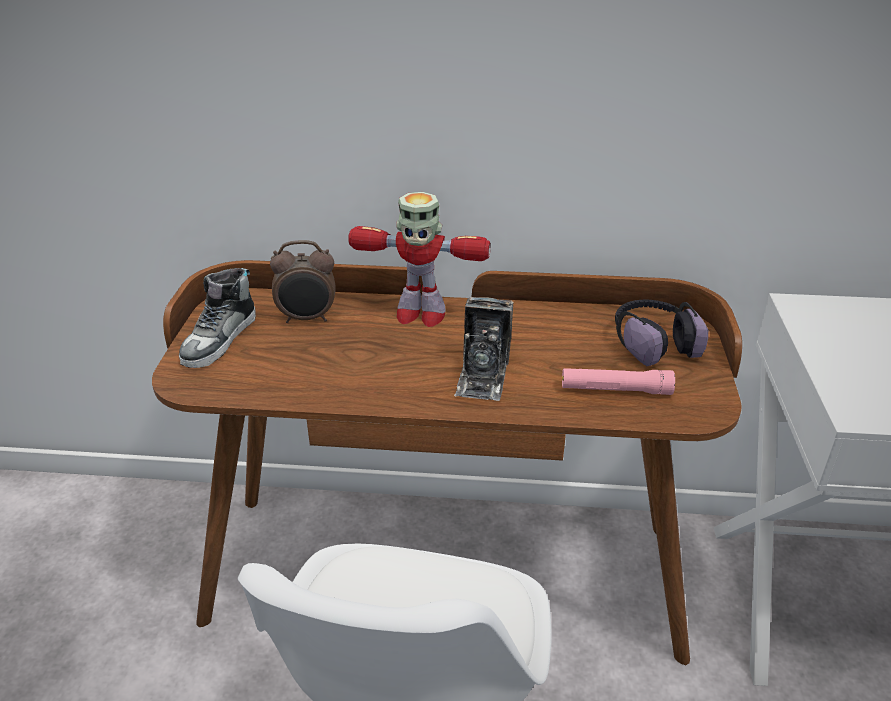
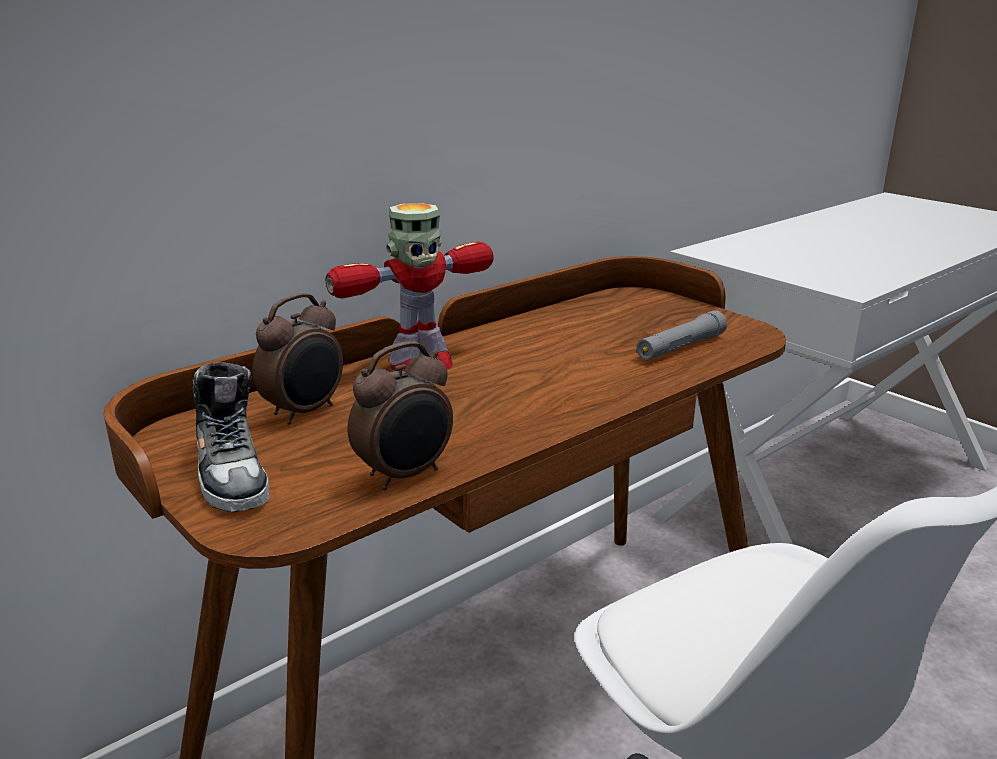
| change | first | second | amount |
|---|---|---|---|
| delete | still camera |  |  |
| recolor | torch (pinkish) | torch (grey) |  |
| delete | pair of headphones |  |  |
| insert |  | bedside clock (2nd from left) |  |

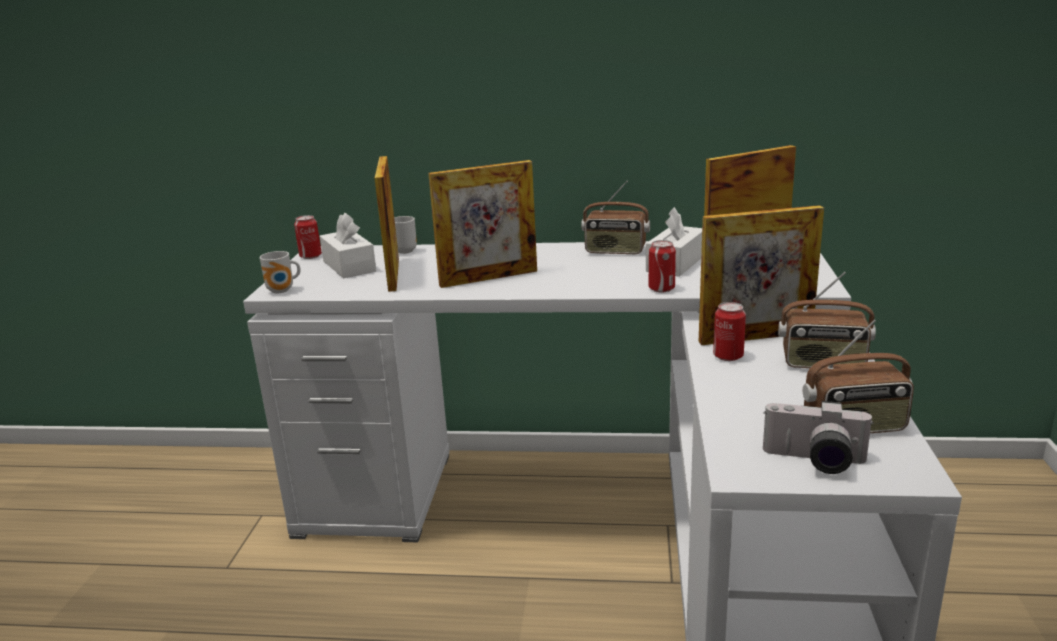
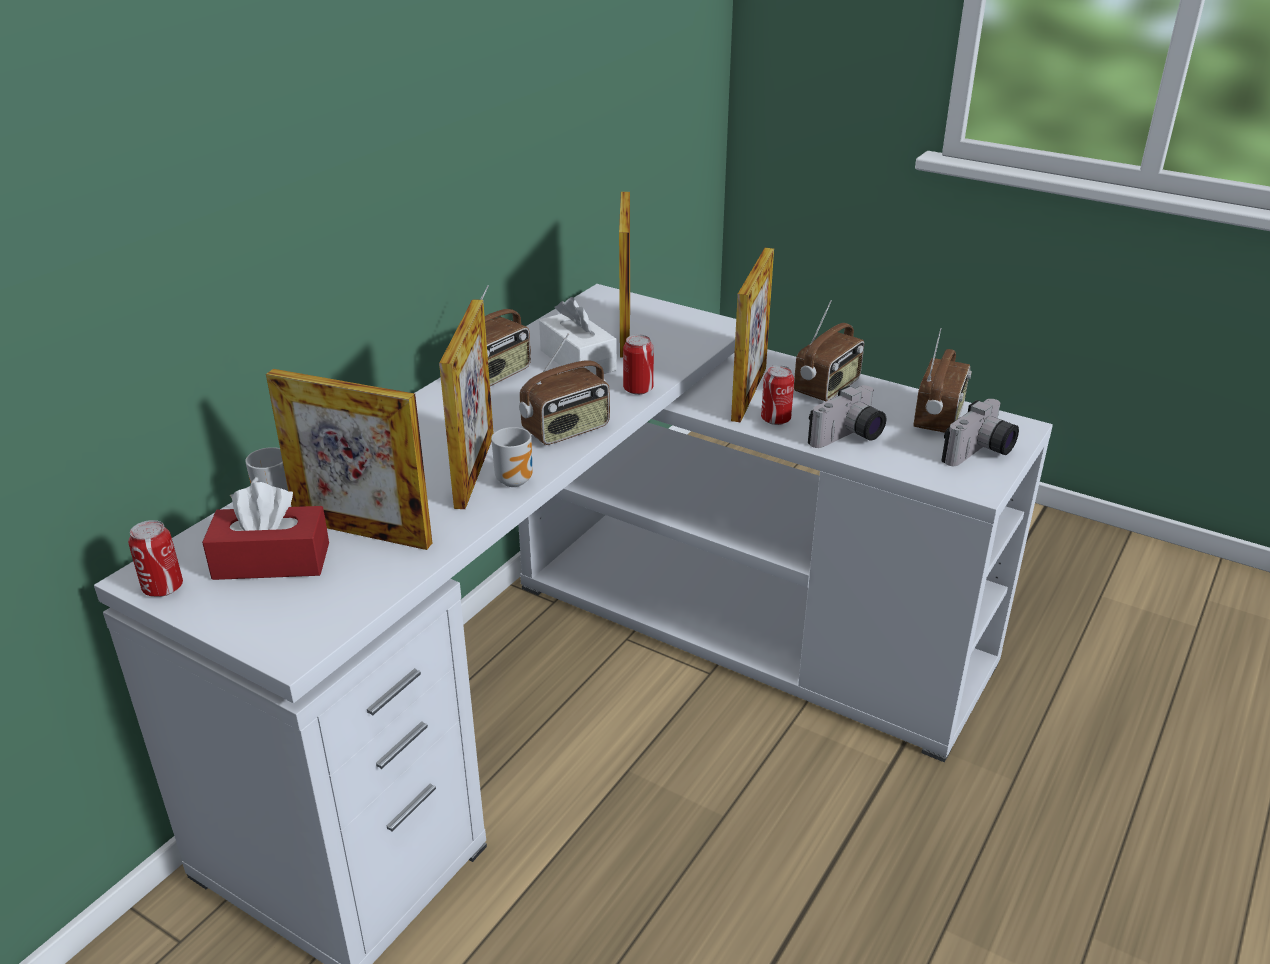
| change | first | second | amount |
|---|---|---|---|
| move | mug (1st from left in the first image) | mug (2nd from left) |  |
| recolor | tissue holder (white-coloured) (1st from left) | tissue holder (reddish) |  |
| insert |  | radio receiver (2nd from left) |  |
| insert |  | still camera (1st from left) |  |

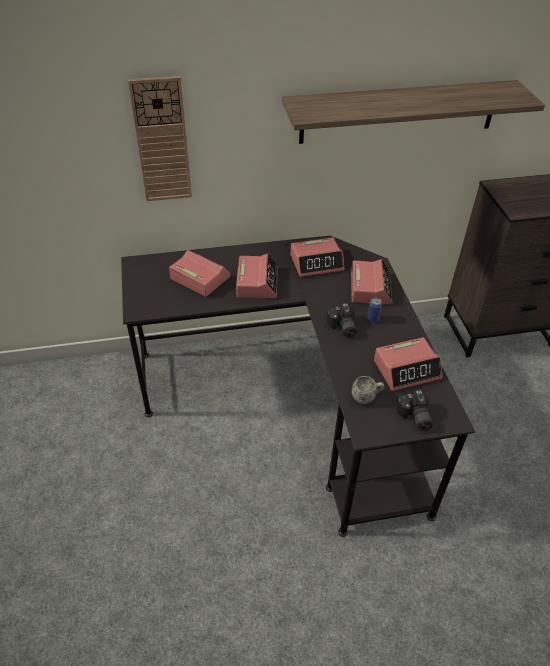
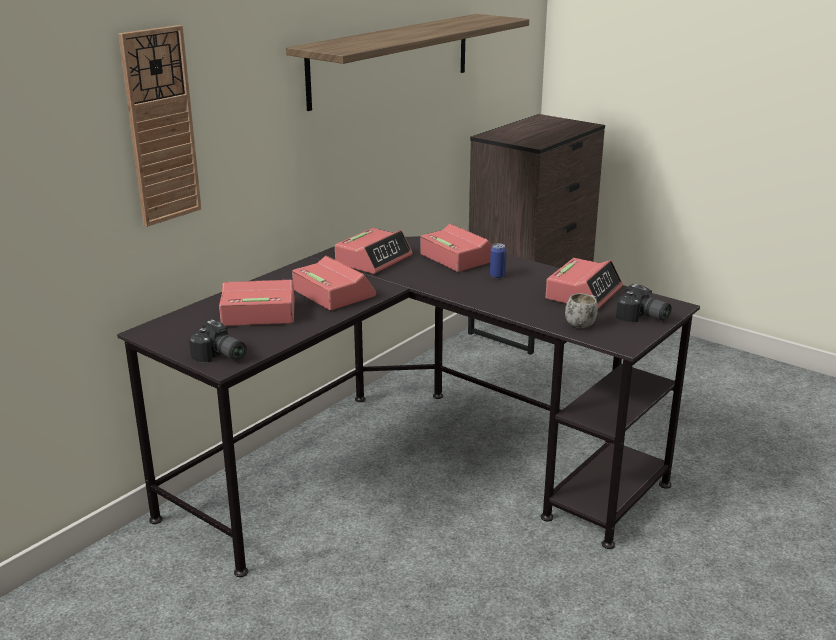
| change | first | second | amount |
|---|---|---|---|
| move | still camera (1st from left) |  |  |

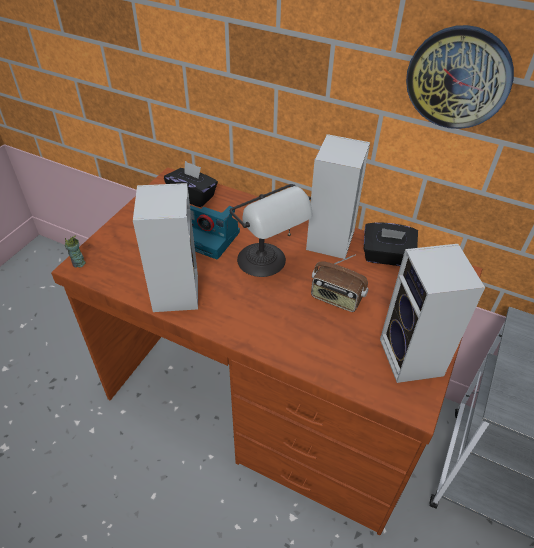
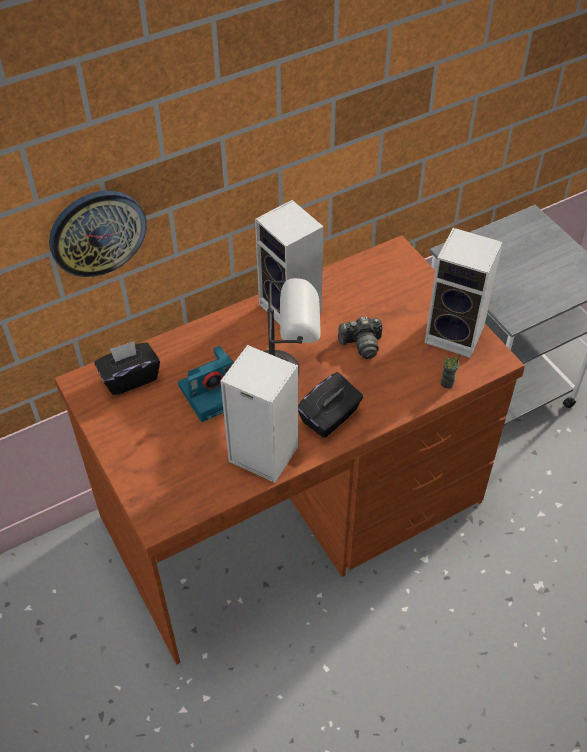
| change | first | second | amount |
|---|---|---|---|
| move | drinking cup |  |  |
| replace | radio receiver | still camera (2nd from left) |  |
| move | tissue holder (black) (2nd from left) |  |  |
| move | wall clock |  |  |

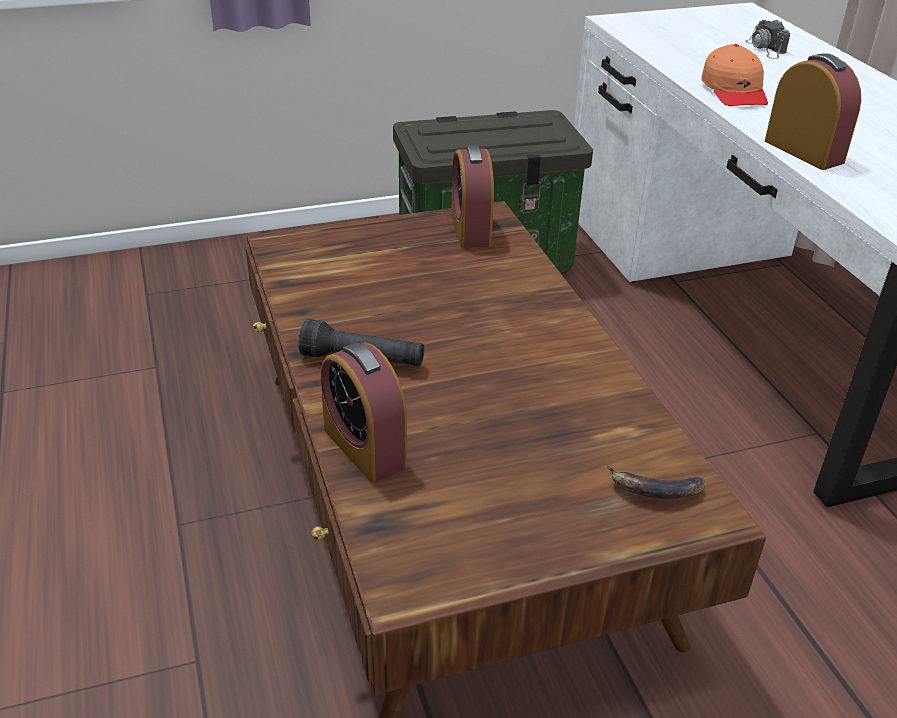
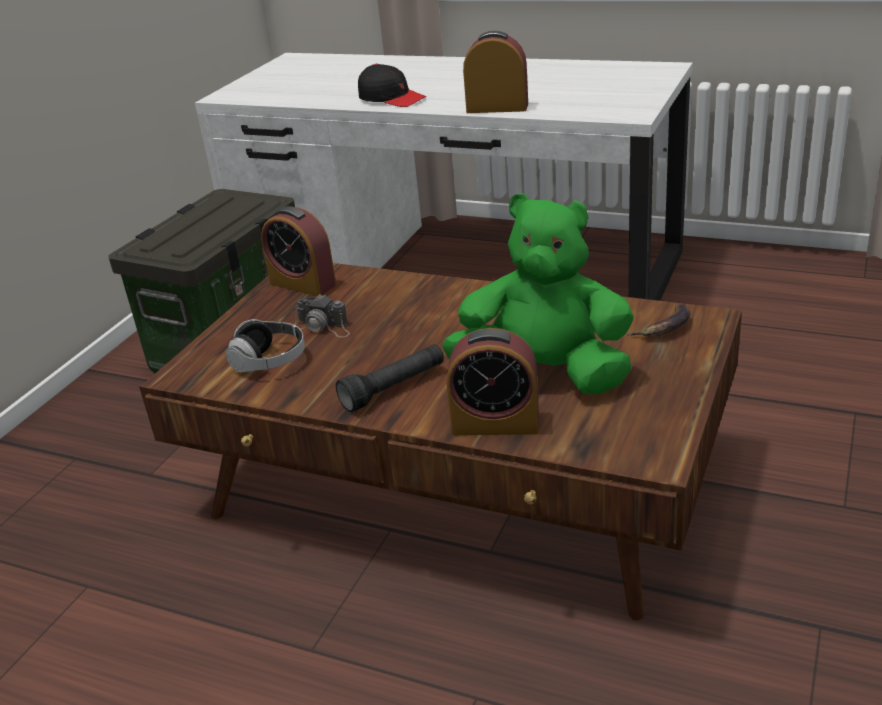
| change | first | second | amount |
|---|---|---|---|
| recolor | peaked cap (orangey) | peaked cap (black) |  |
| move | still camera |  |  |
| insert |  | pair of headphones |  |
| insert |  | plush toy (greenish) |  |

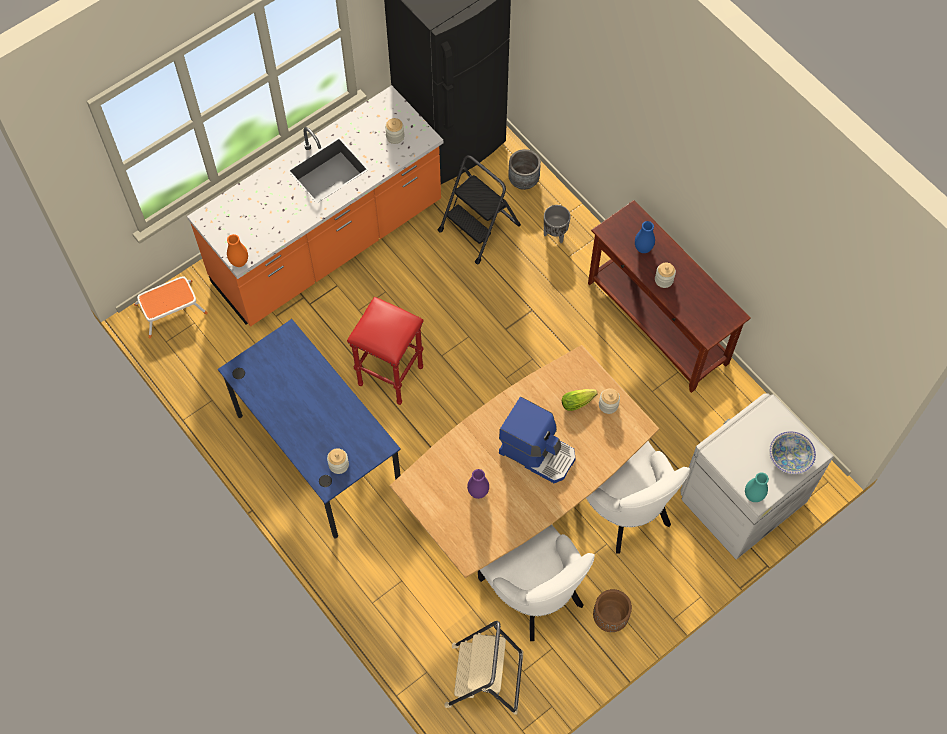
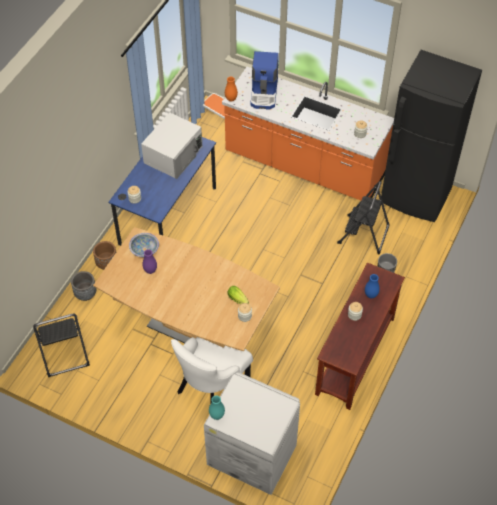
| change | first | second | amount |
|---|---|---|---|
| delete | stool seat (reddish) |  |  |
| recolor | step stool (sand-coloured) | step stool (black) (1st from left) |  |
| delete | chair (white-coloured) (1st from left) |  |  |
| move | coffee machine |  |  |
| move | plant pot (grey) (1st from left) |  |  |
| move | plant pot (brown-coloured) |  |  |
| move | bowl |  |  |
| insert |  | microwave oven (white-coloured) |  |

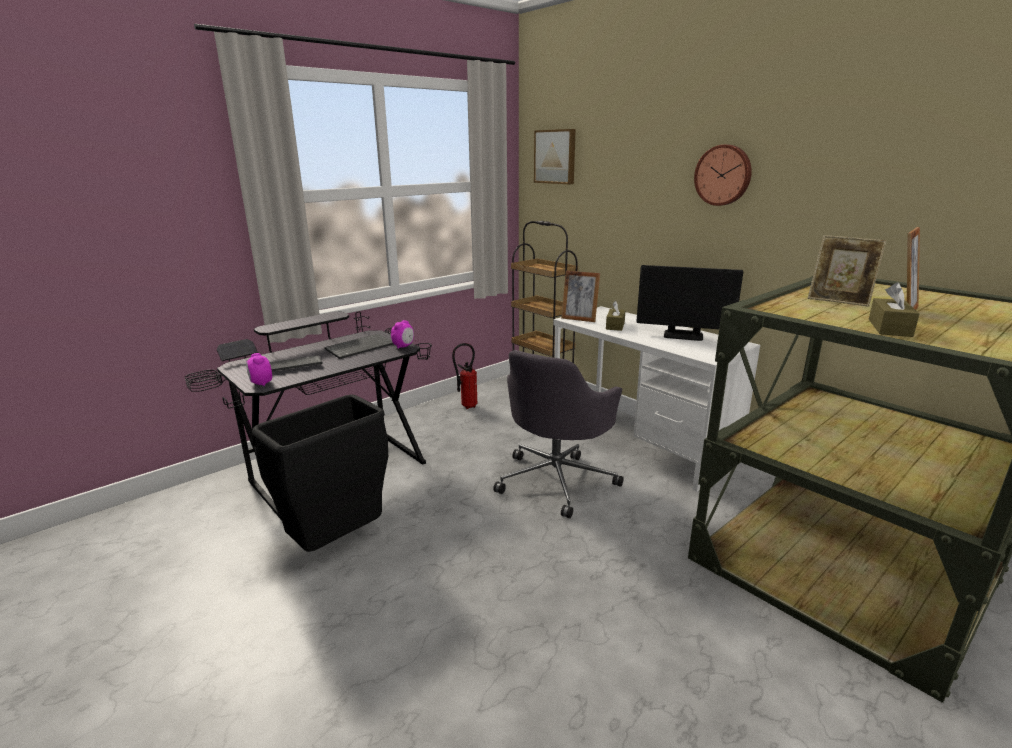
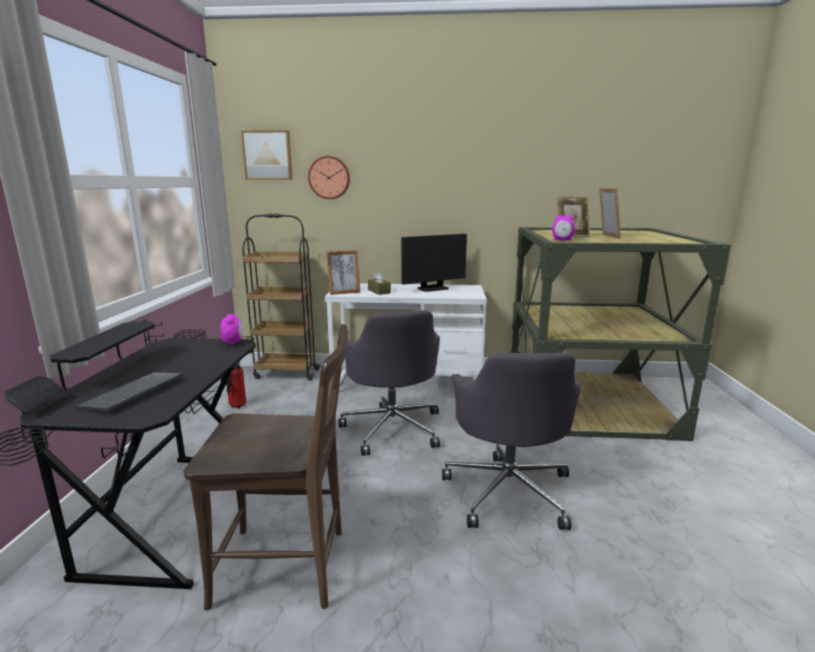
| change | first | second | amount |
|---|---|---|---|
| move | bedside clock (1st from left in the first image) | bedside clock (2nd from left) |  |
| replace | waste bin (black) | chair (brown-coloured) |  |
| delete | PC keyboard (2nd from left) |  |  |
| move | wall clock |  |  |
| delete | tissue holder (brown-coloured) (2nd from left) |  |  |
| insert |  | office chair (grey) (2nd from left) |  |

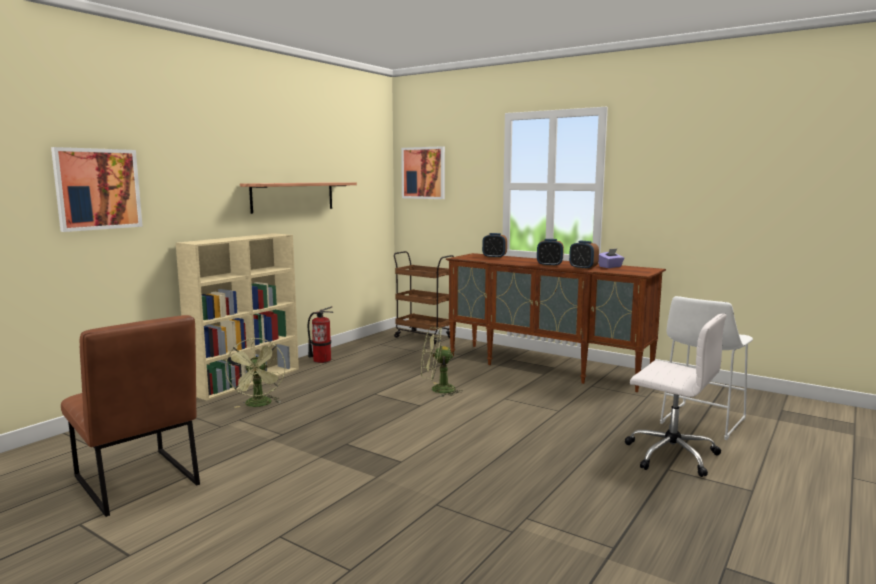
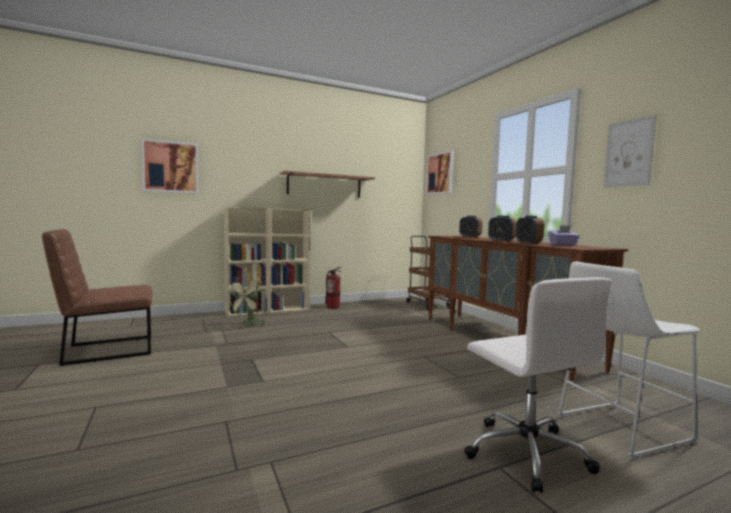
| change | first | second | amount |
|---|---|---|---|
| rotate | chair (brown-coloured) |  | 75 degrees clockwise |
| delete | electric fan (greenish) (2nd from left) |  |  |
| insert |  | picture (3rd from left) |  |

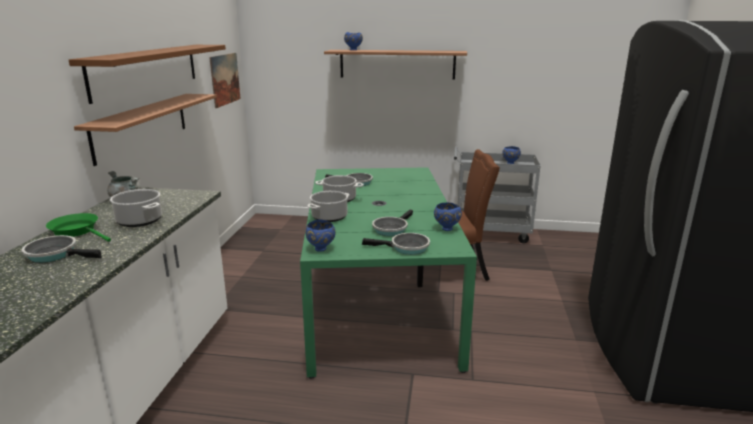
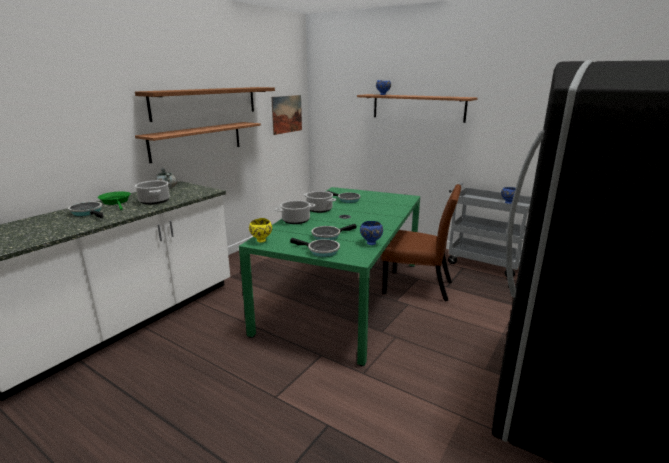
| change | first | second | amount |
|---|---|---|---|
| recolor | bowl (blue) (1st from left) | bowl (yellow-coloured) |  |

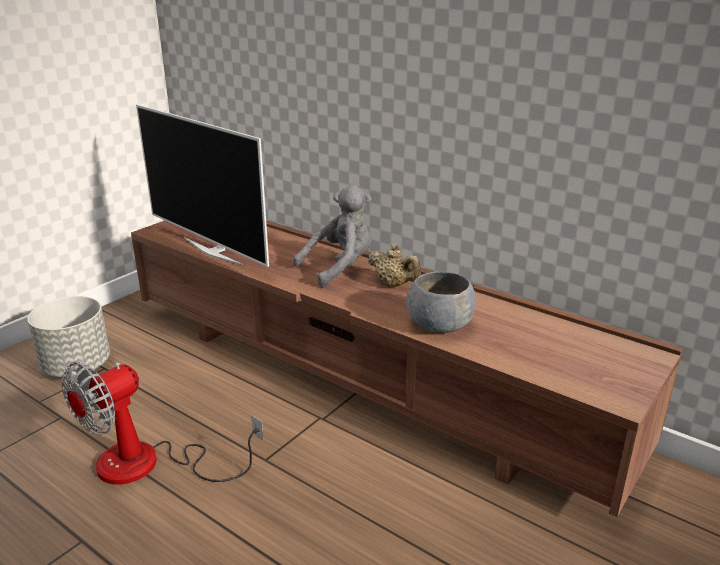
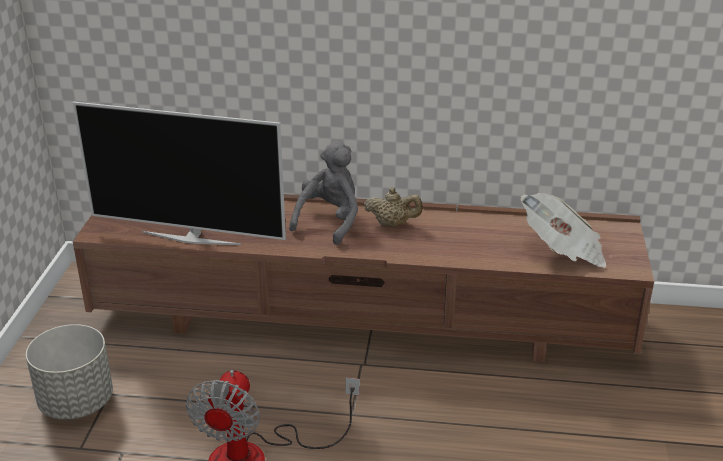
| change | first | second | amount |
|---|---|---|---|
| delete | bowl (grey) |  |  |
| insert |  | newspaper |  |

